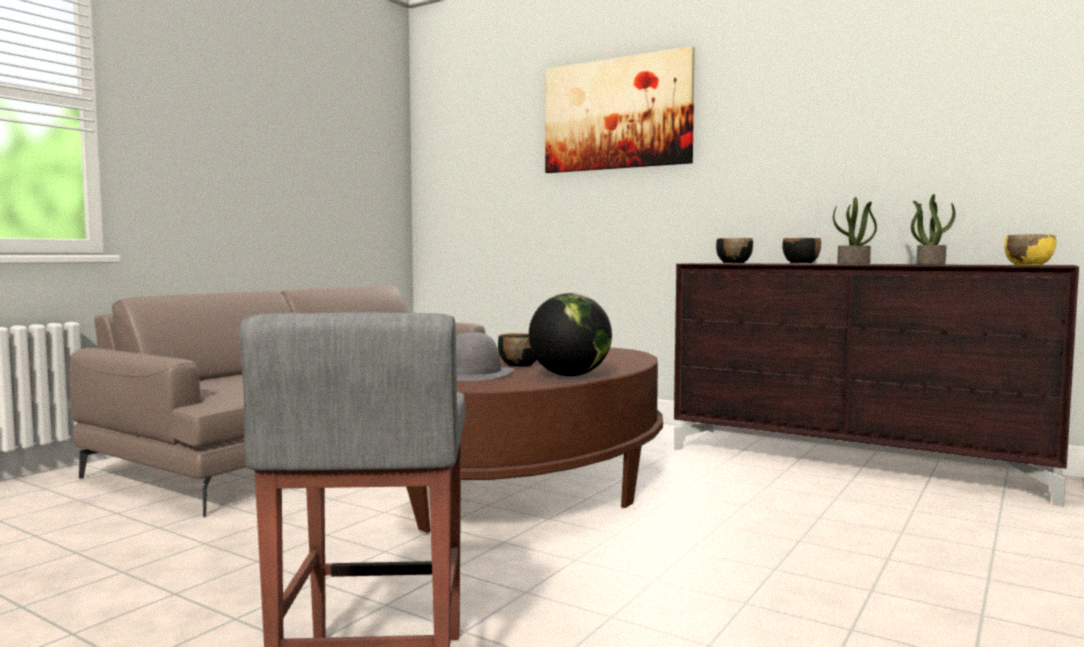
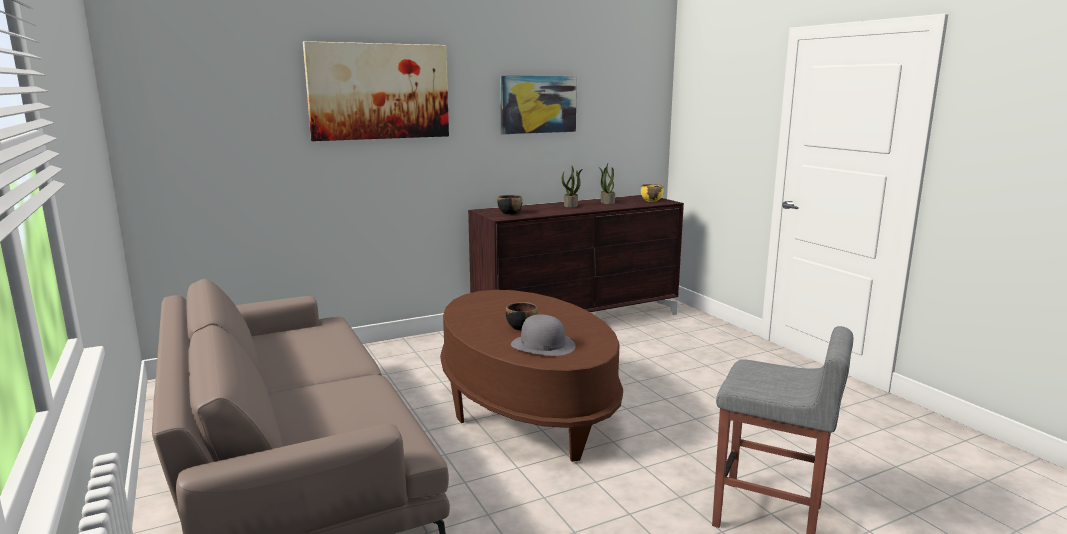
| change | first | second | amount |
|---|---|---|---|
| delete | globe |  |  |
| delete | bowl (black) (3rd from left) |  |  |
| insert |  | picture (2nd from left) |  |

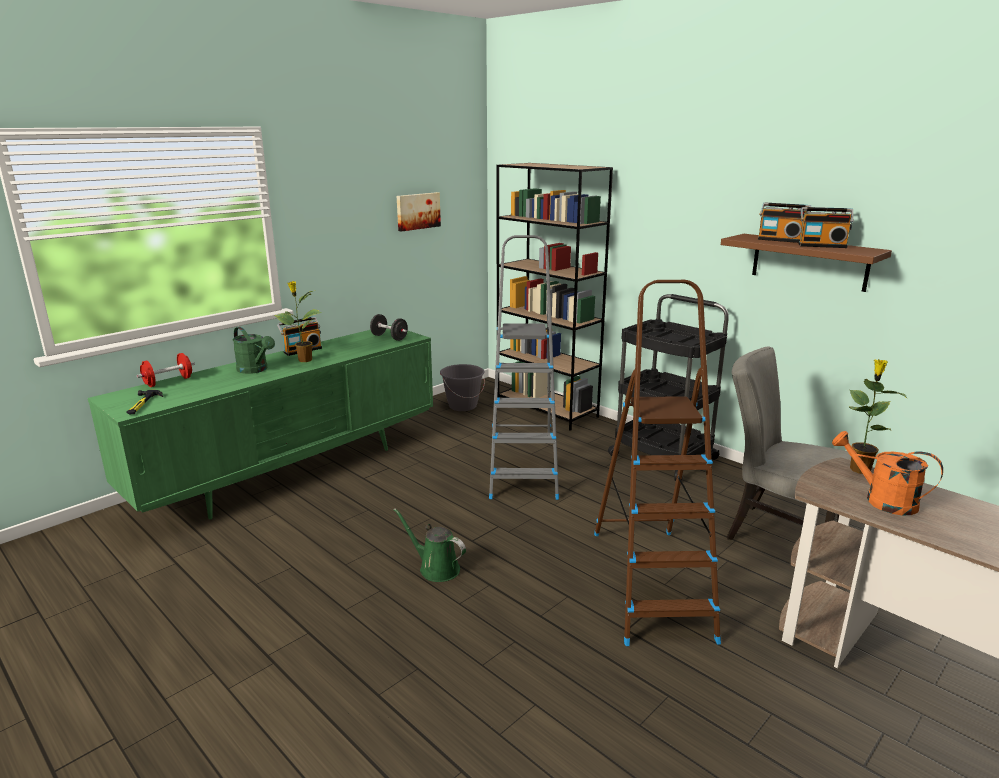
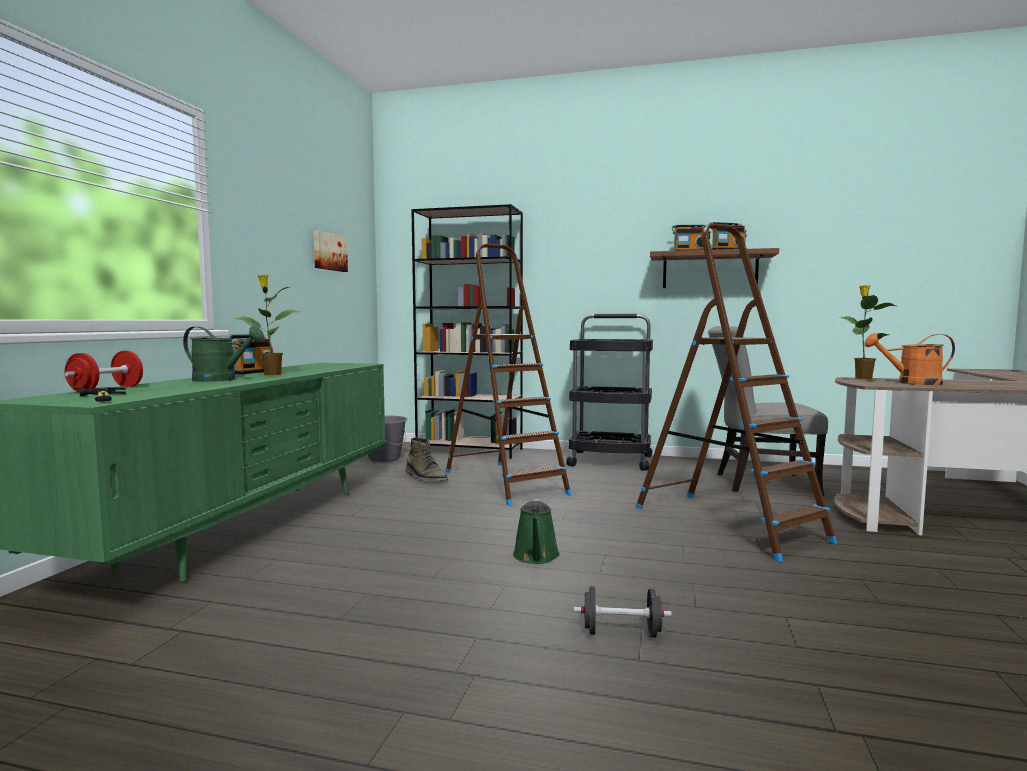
| change | first | second | amount |
|---|---|---|---|
| move | hand weight (black) |  |  |
| rotate | watering pot (greenish) (2nd from left) |  | 90 degrees counterclockwise |
| recolor | step stool (grey) | step stool (brown-coloured) (1st from left) |  |
| insert |  | high-top boot (greenish) |  |

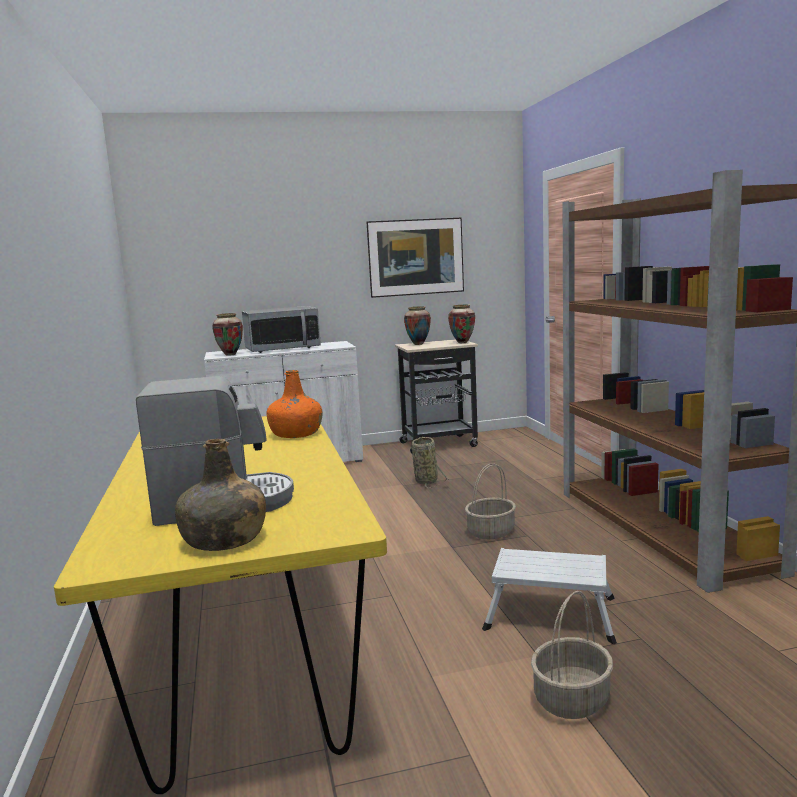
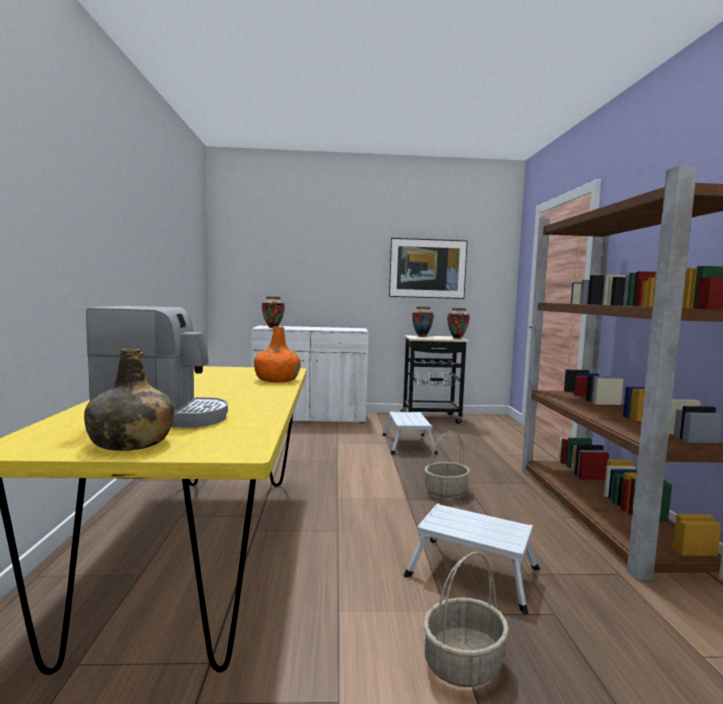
| change | first | second | amount |
|---|---|---|---|
| delete | microwave oven |  |  |
| replace | basket (1st from left) | step stool (white-coloured) (1st from left) |  |

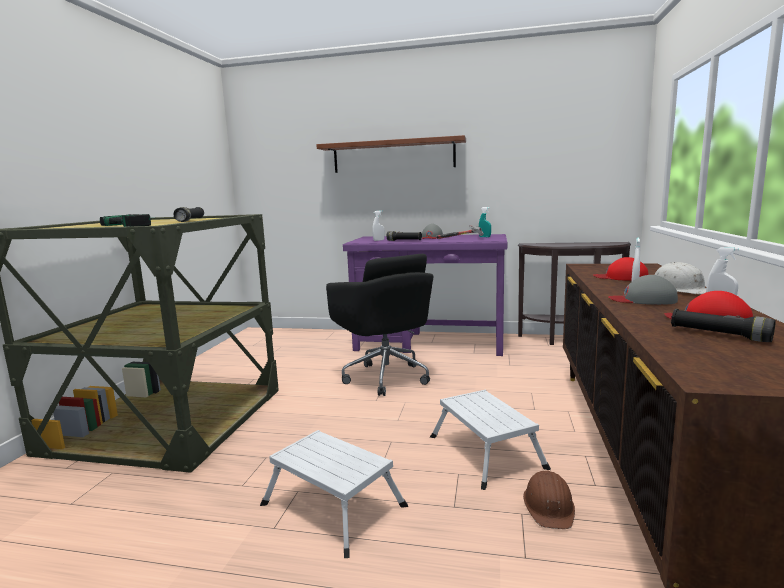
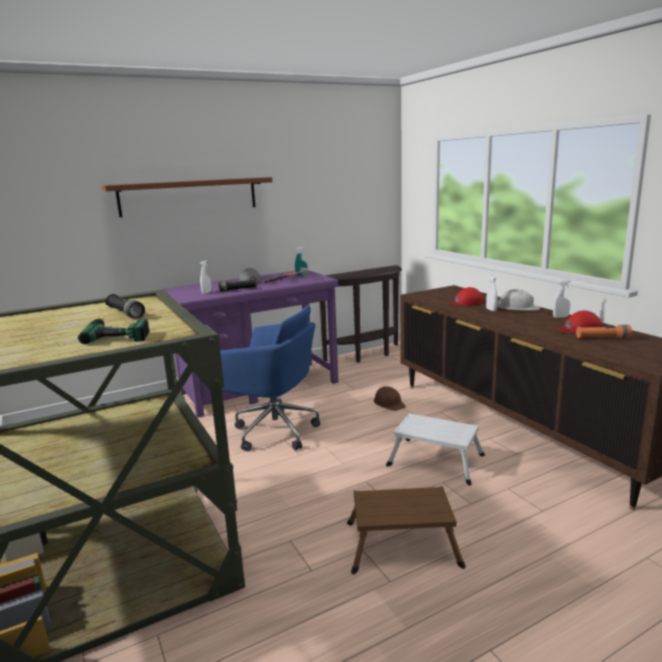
| change | first | second | amount |
|---|---|---|---|
| recolor | step stool (white-coloured) (1st from left) | step stool (brown-coloured) |  |
| recolor | office chair (black) | office chair (blue) |  |
| move | work helmet (brown-coloured) |  |  |
| delete | peaked cap (grey) (2nd from left) |  |  |
| recolor | torch (black) (3rd from left) | torch (orangey) |  |

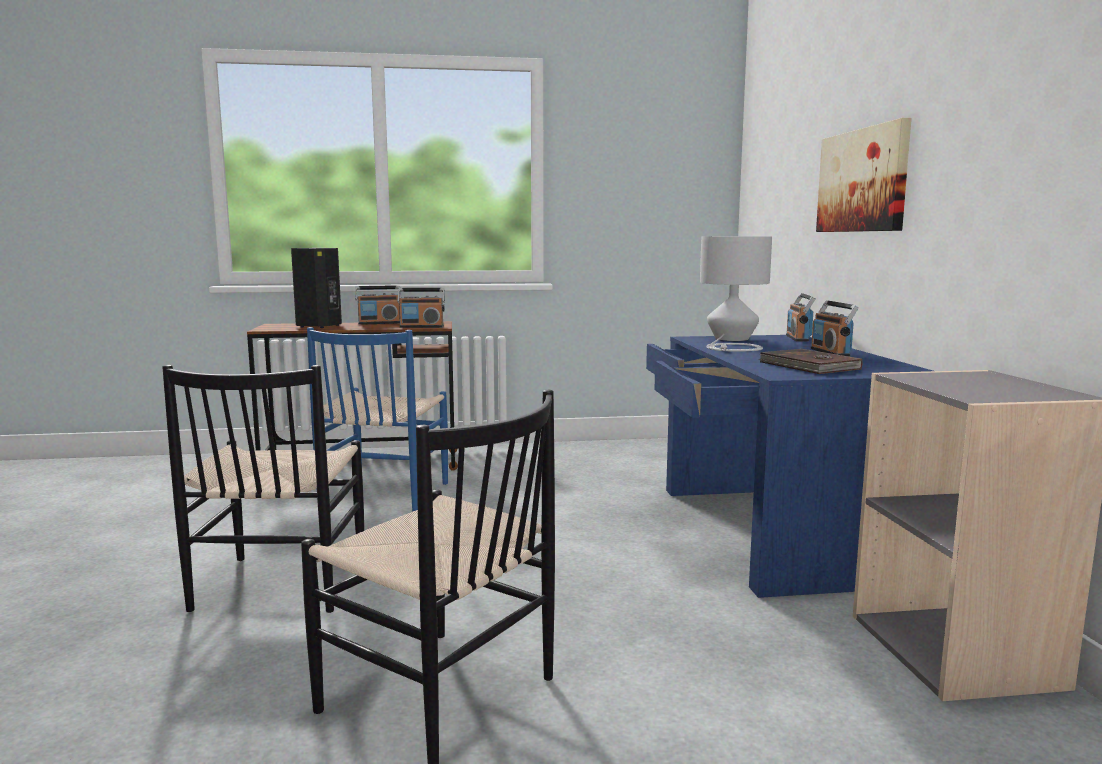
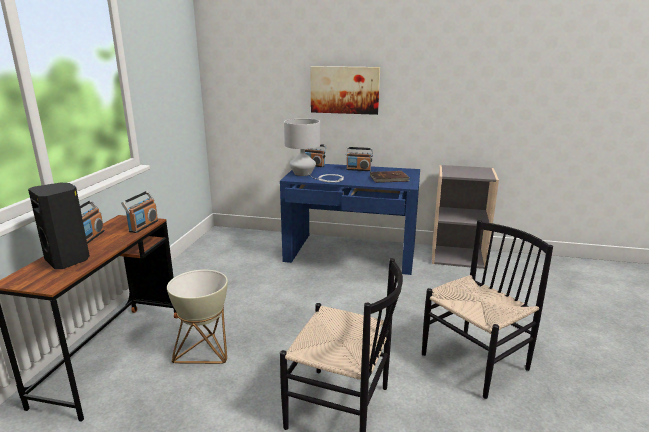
| change | first | second | amount |
|---|---|---|---|
| replace | chair (blue) | plant pot |  |

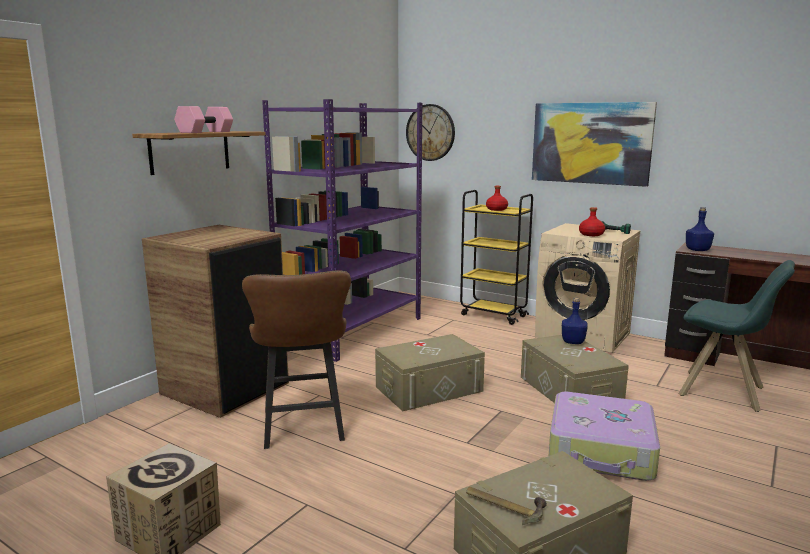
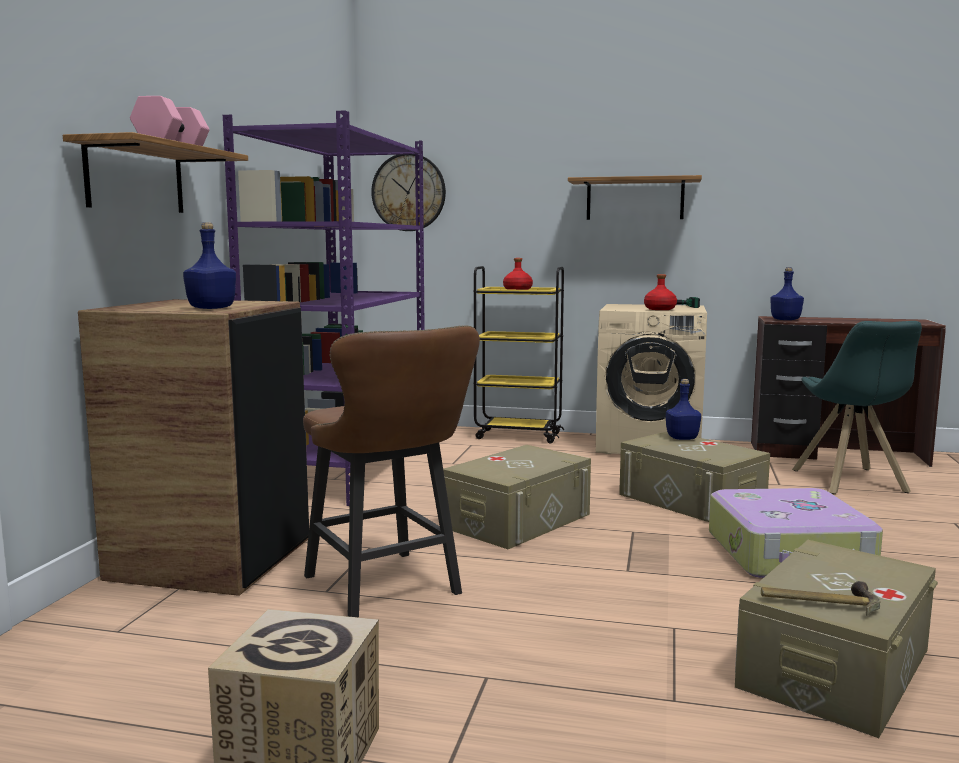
| change | first | second | amount |
|---|---|---|---|
| replace | picture | shelf (2nd from left) |  |
| rotate | chair (turquoise) |  | 75 degrees clockwise |
| insert |  | drink bottle (blue) (1st from left) |  |

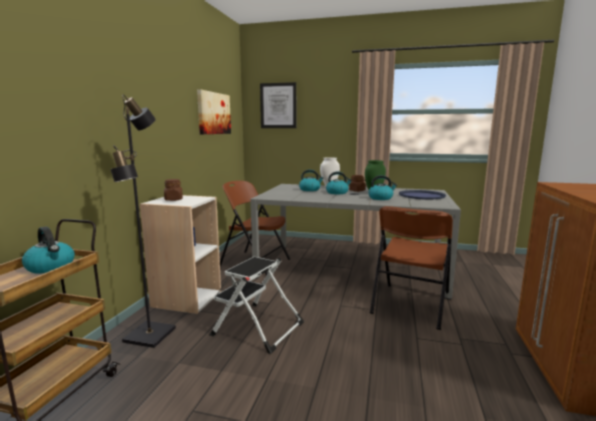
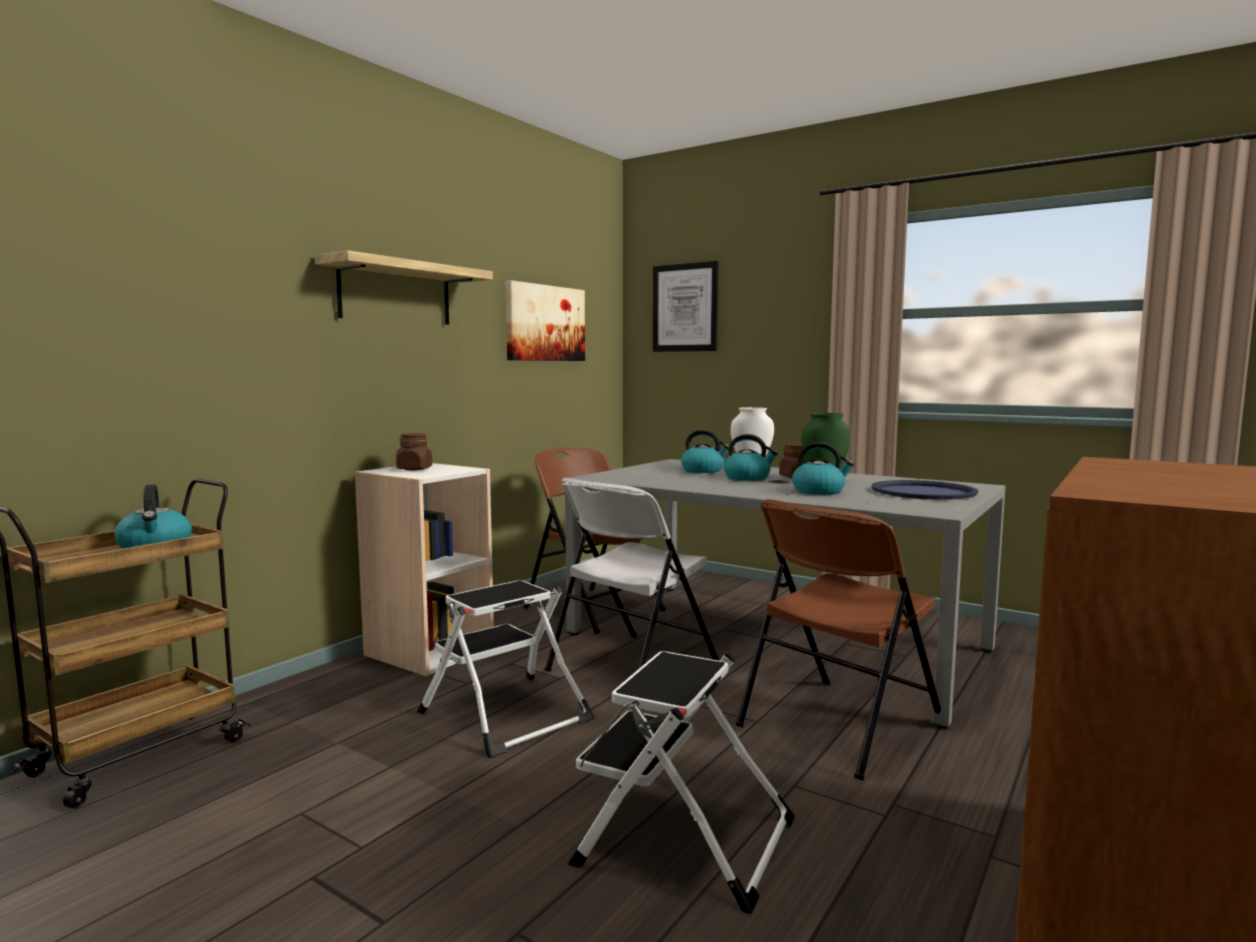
| change | first | second | amount |
|---|---|---|---|
| delete | floor lamp (black) |  |  |
| insert |  | shelf |  |
| insert |  | chair (white-coloured) |  |
| insert |  | step stool (2nd from left) |  |

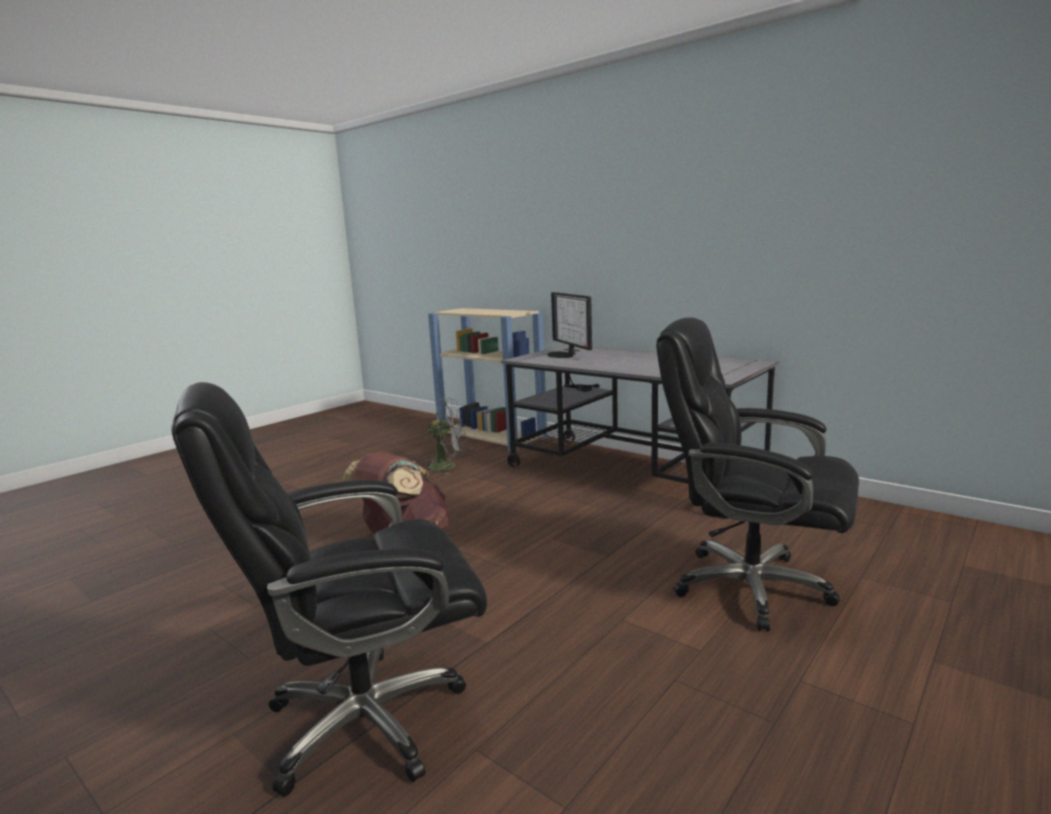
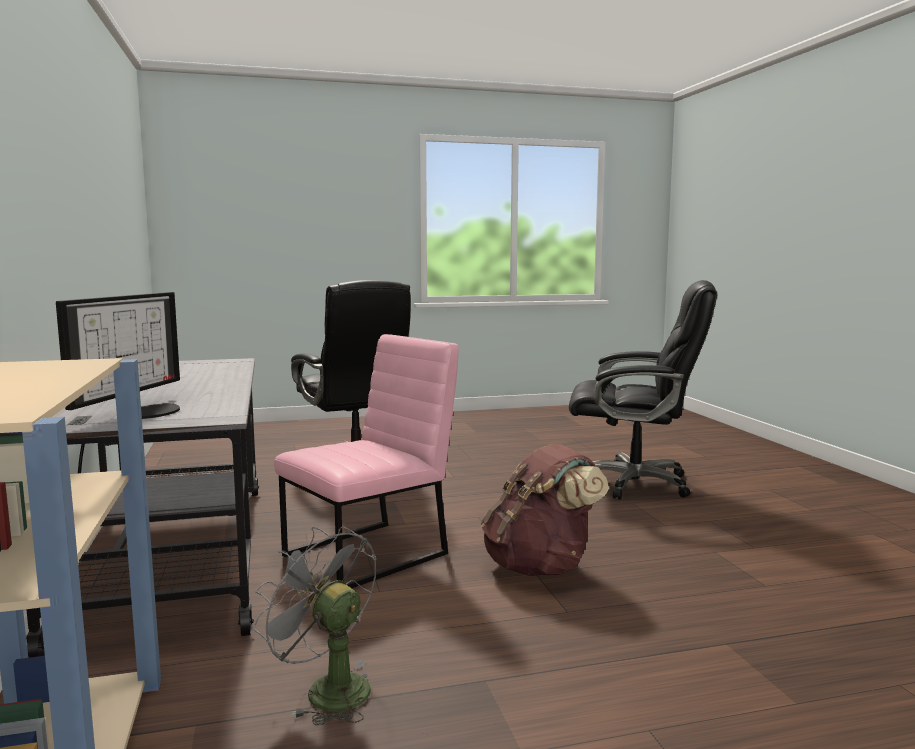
| change | first | second | amount |
|---|---|---|---|
| insert |  | chair (pinkish) |  |

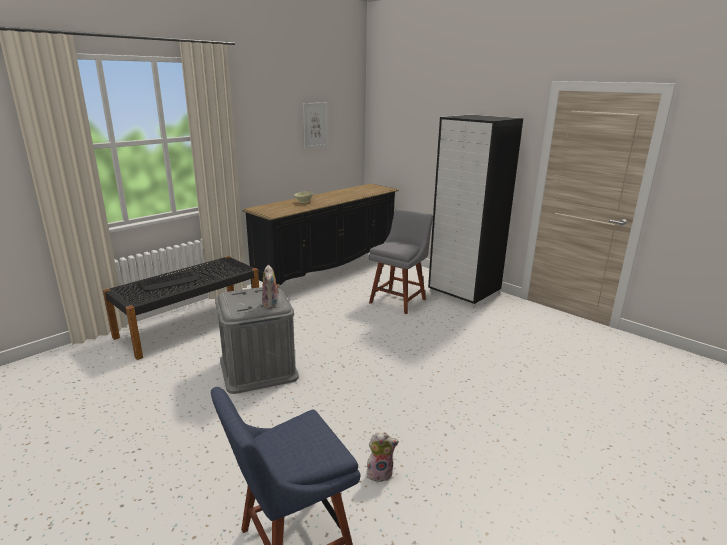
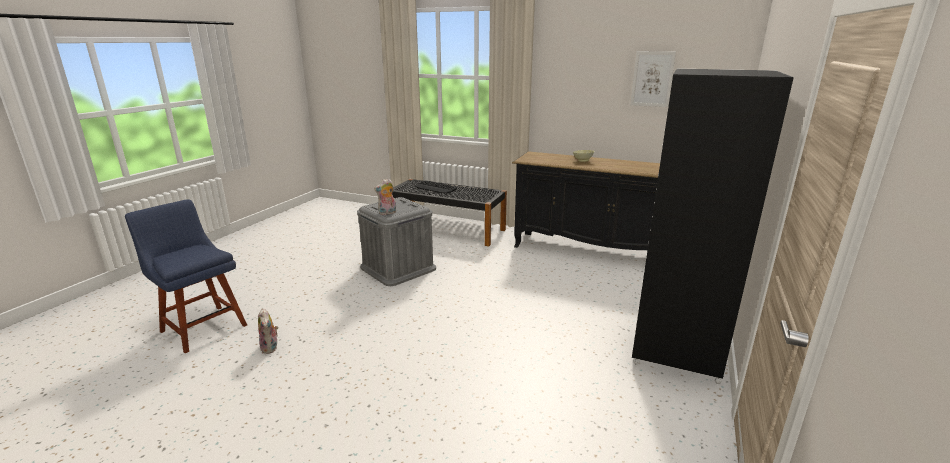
| change | first | second | amount |
|---|---|---|---|
| delete | chair (grey) |  |  |

